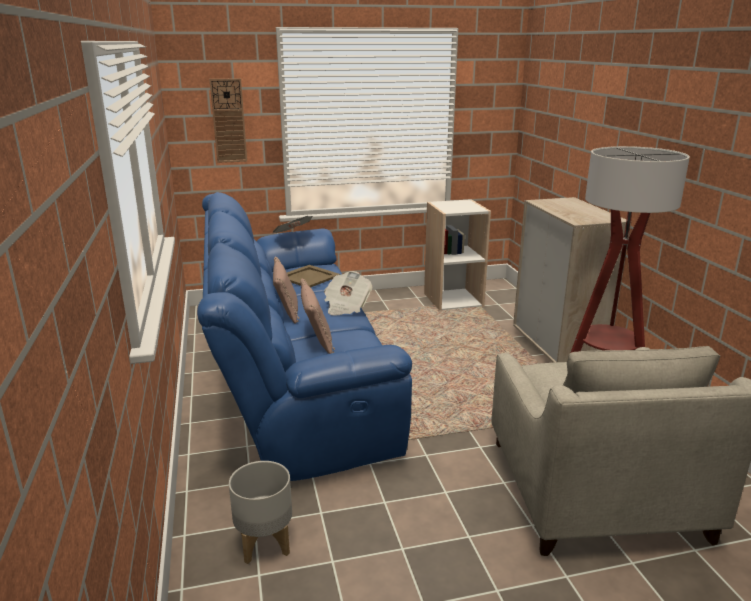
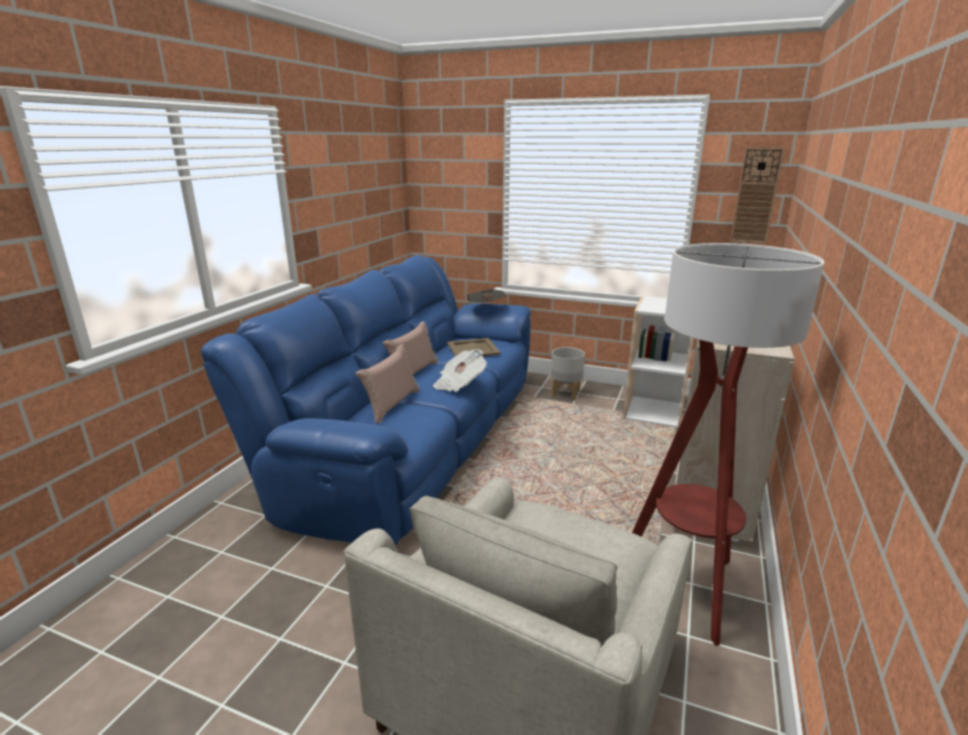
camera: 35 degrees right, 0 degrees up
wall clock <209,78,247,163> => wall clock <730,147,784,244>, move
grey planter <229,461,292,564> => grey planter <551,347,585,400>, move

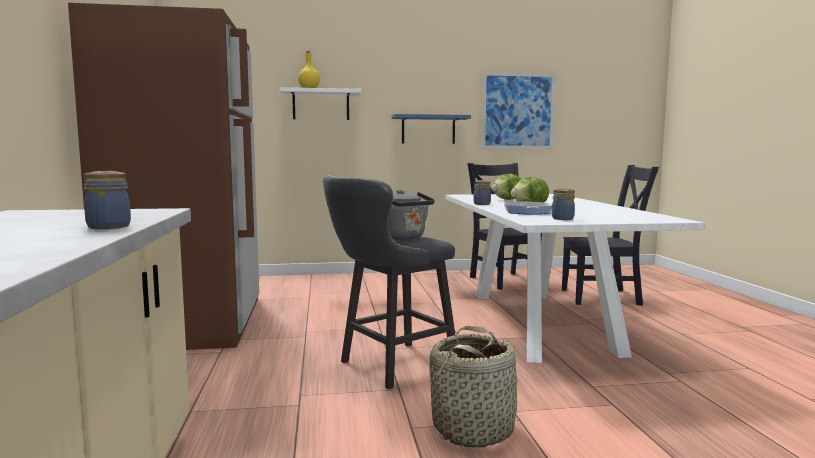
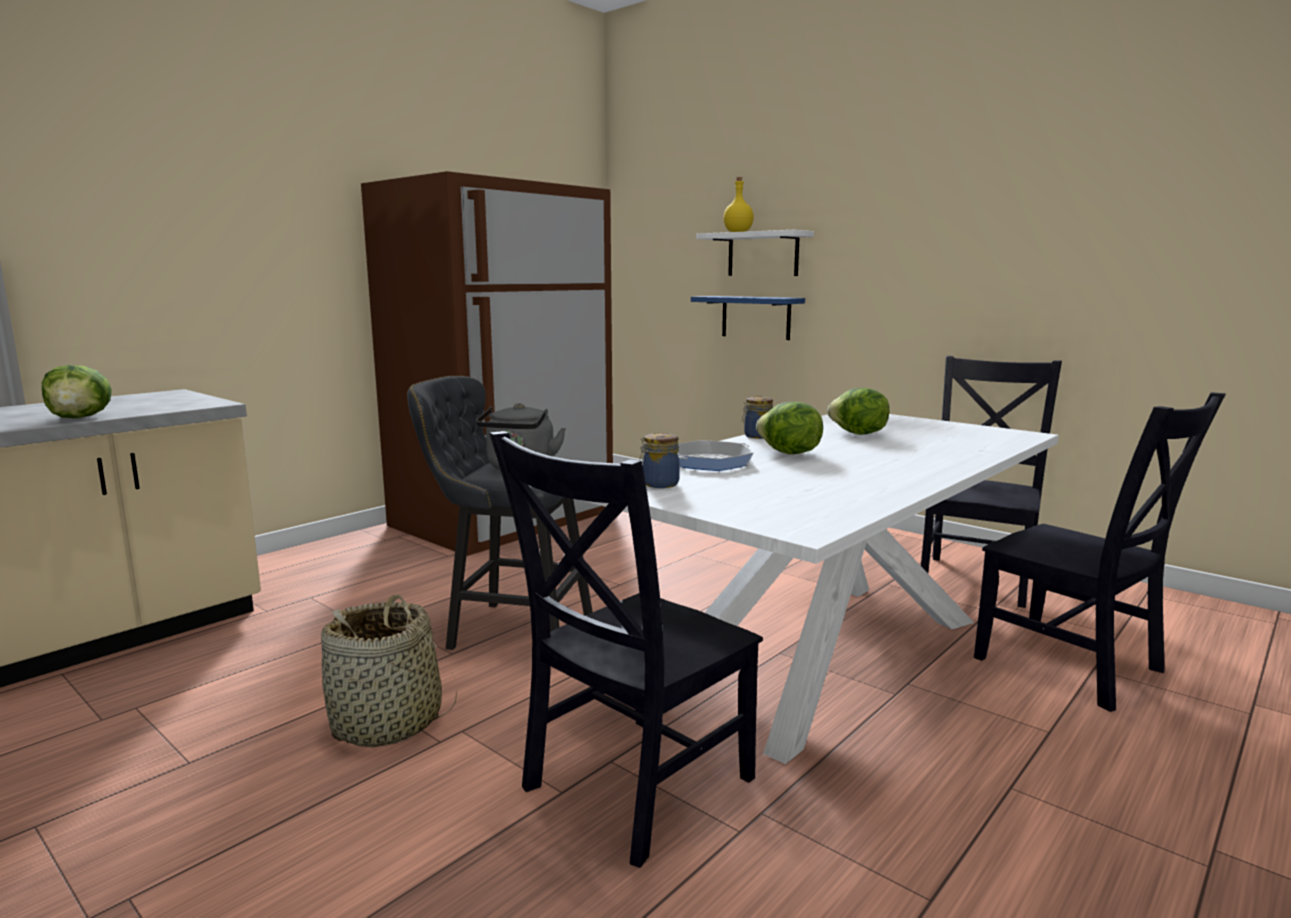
camera: 50 degrees right, 5 degrees up
picture <482,72,555,149> => nothing
blue shelf <392,114,471,144> => blue shelf <691,296,805,340>, move
jar <84,171,131,229> => lettuce <42,365,112,418>
nothing => black chair <489,431,763,868>

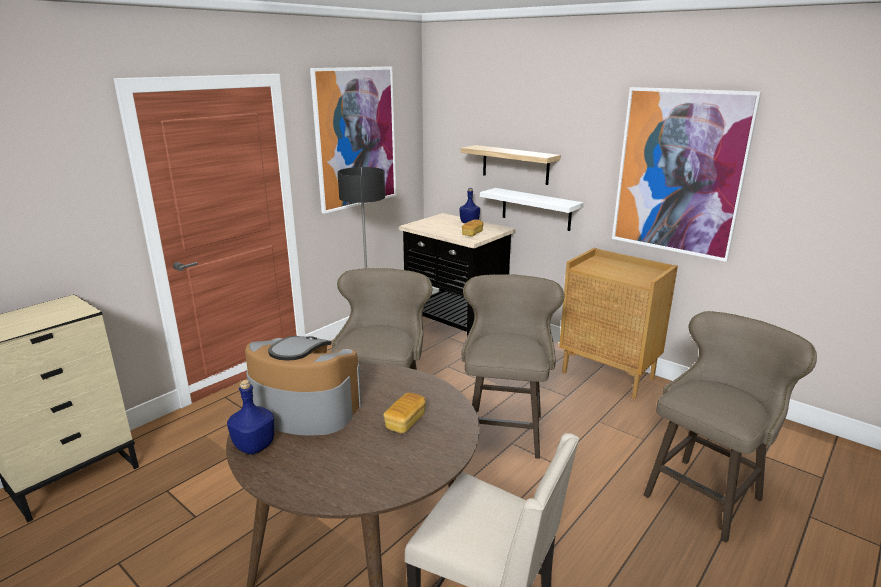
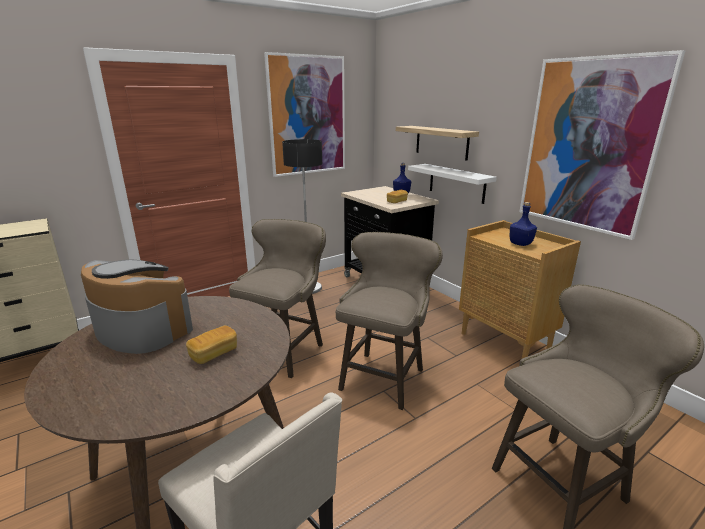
camera: 15 degrees right, 0 degrees up
blue bottle <227,380,274,454> => blue bottle <510,202,537,246>, move

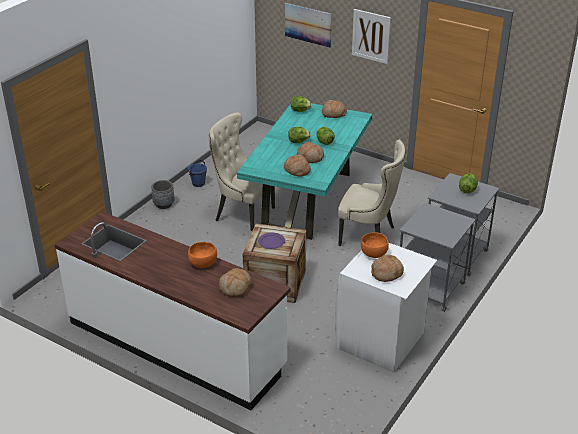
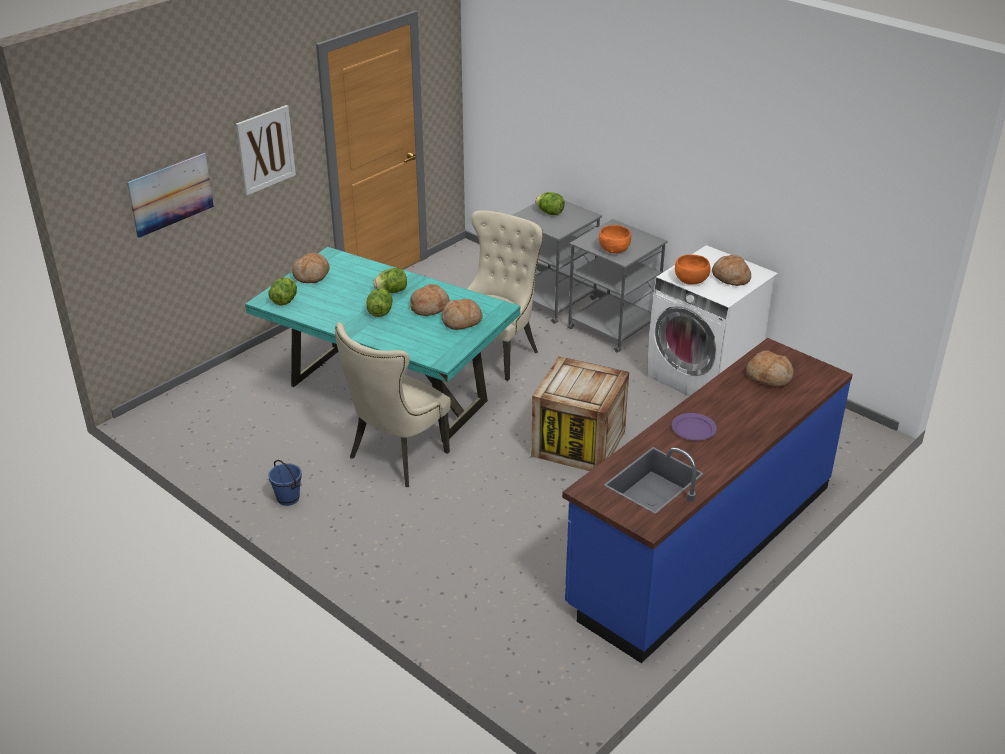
camera: 80 degrees left, 0 degrees up
grey planter <151,180,175,209> => nothing
white counter <55,211,291,410> => blue counter <562,338,853,663>
purple plate <258,233,285,249> => purple plate <672,413,717,440>, move
orange bowl <188,242,217,268> => orange bowl <599,225,631,253>, move

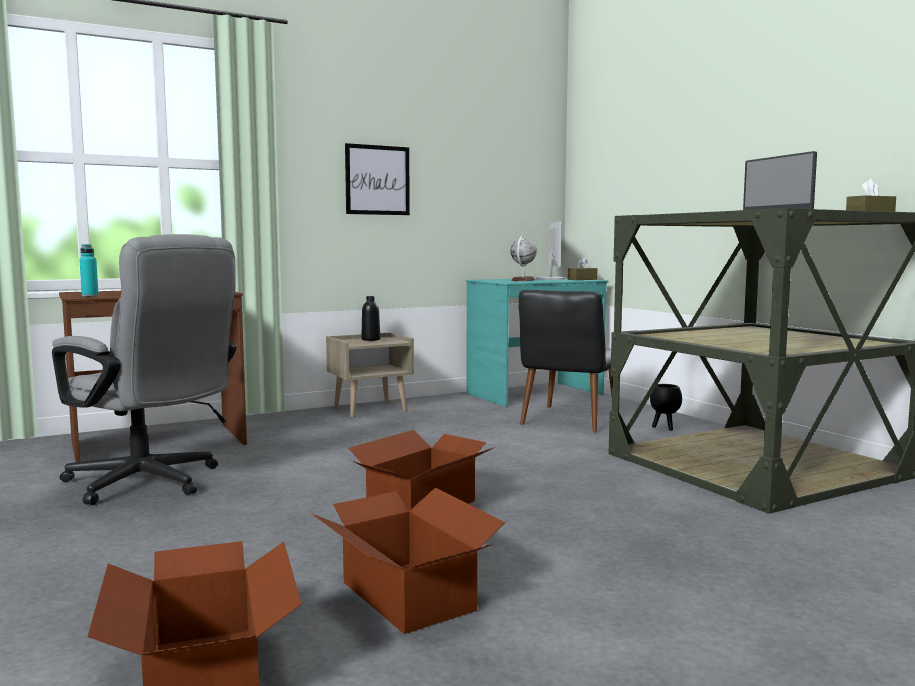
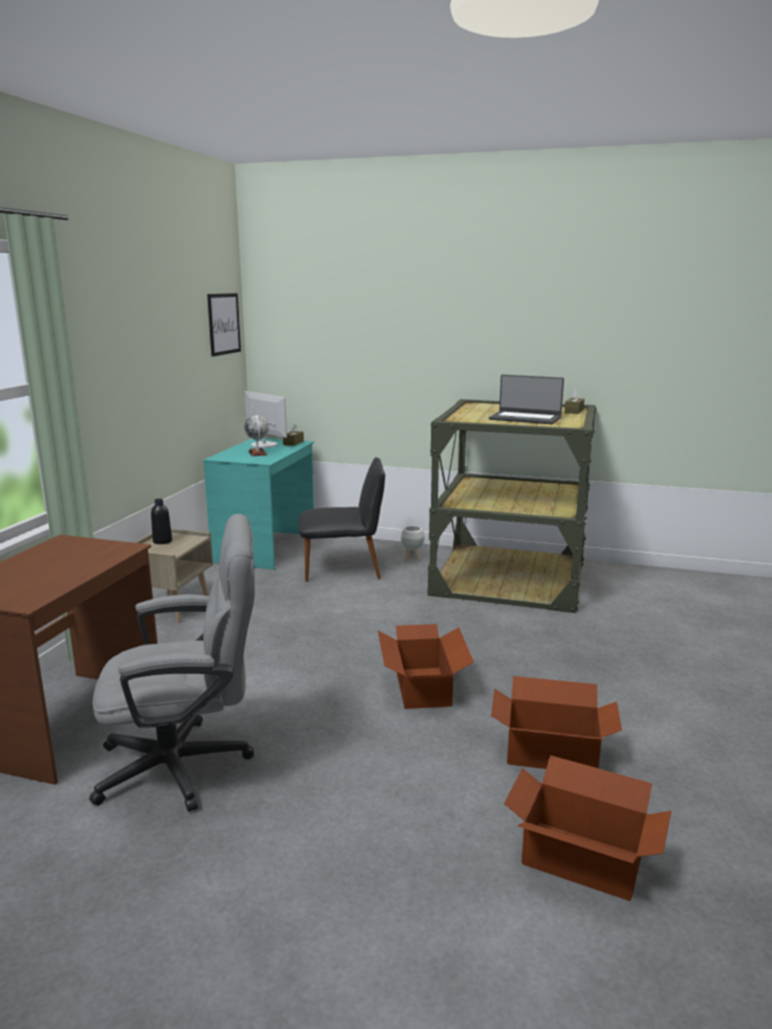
camera: 45 degrees left, 10 degrees up
picture <345,143,410,215> => picture <207,293,241,357>, move
turquoise bottle <79,244,99,297> => nothing
black chair <519,290,613,433> => black chair <298,457,385,582>, 75 degrees counterclockwise
black planter <650,384,682,431> => white planter <401,526,424,561>

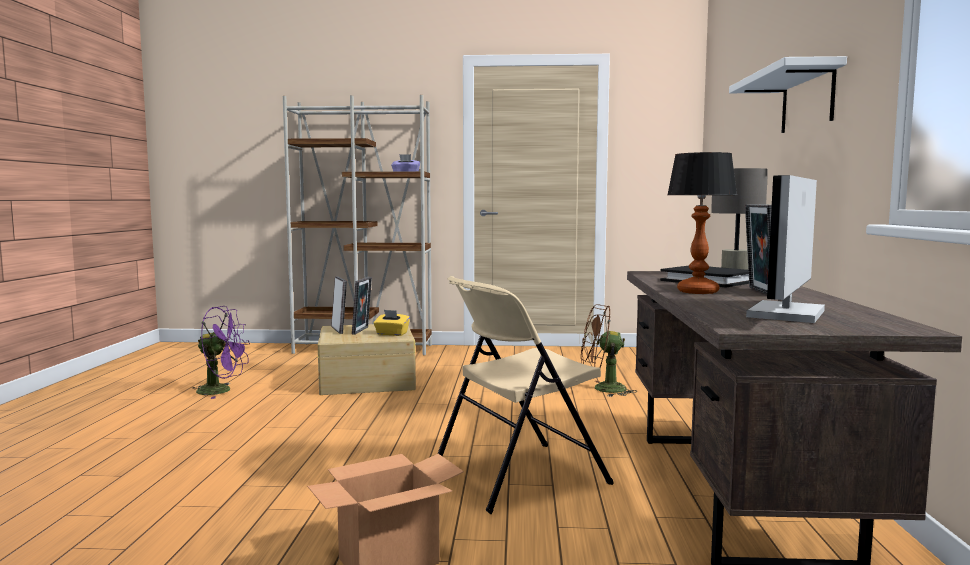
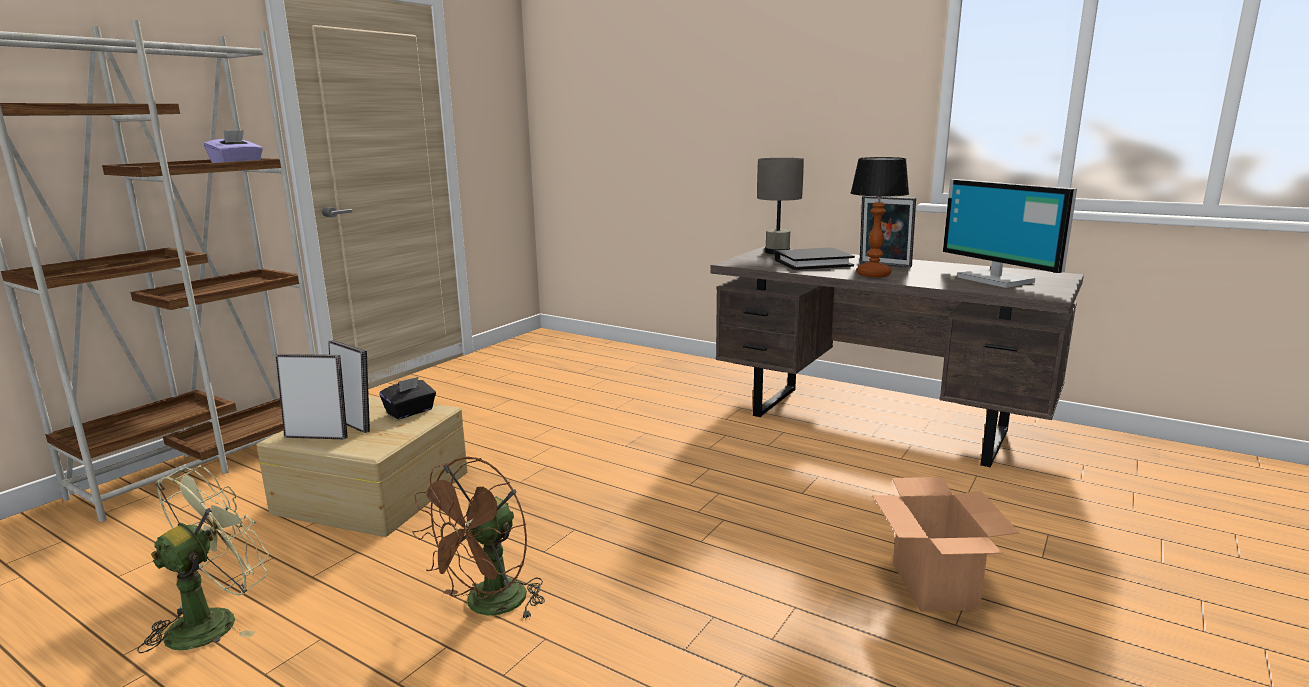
camera: 60 degrees left, 10 degrees up
white shelf <729,56,847,133> => nothing
beige chair <438,276,613,514> => nothing
brown fan <581,304,636,397> => brown fan <412,457,545,620>, move
purple fan <192,306,250,399> => green fan <137,466,269,653>
yellow tissue box <374,310,410,336> => black tissue box <380,377,436,419>

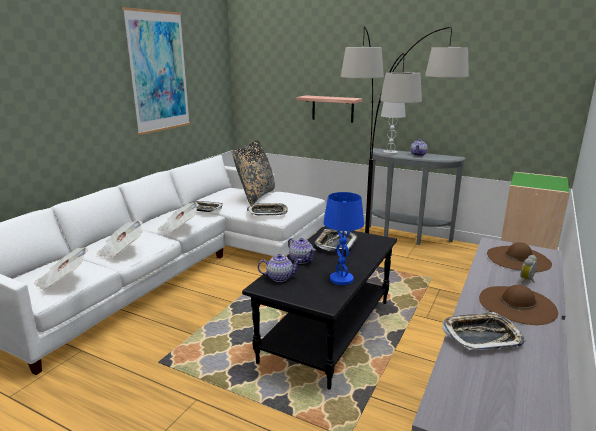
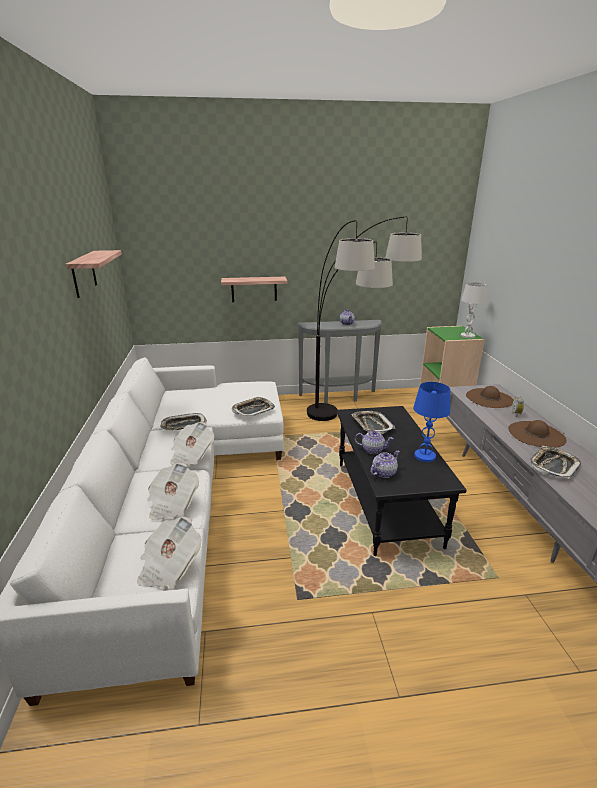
camera: 35 degrees left, 5 degrees up
picture <122,7,190,135> => shelf <65,250,122,298>
white table lamp <381,102,406,155> => white table lamp <460,282,487,338>, move
grey pillow <232,140,275,205> => nothing

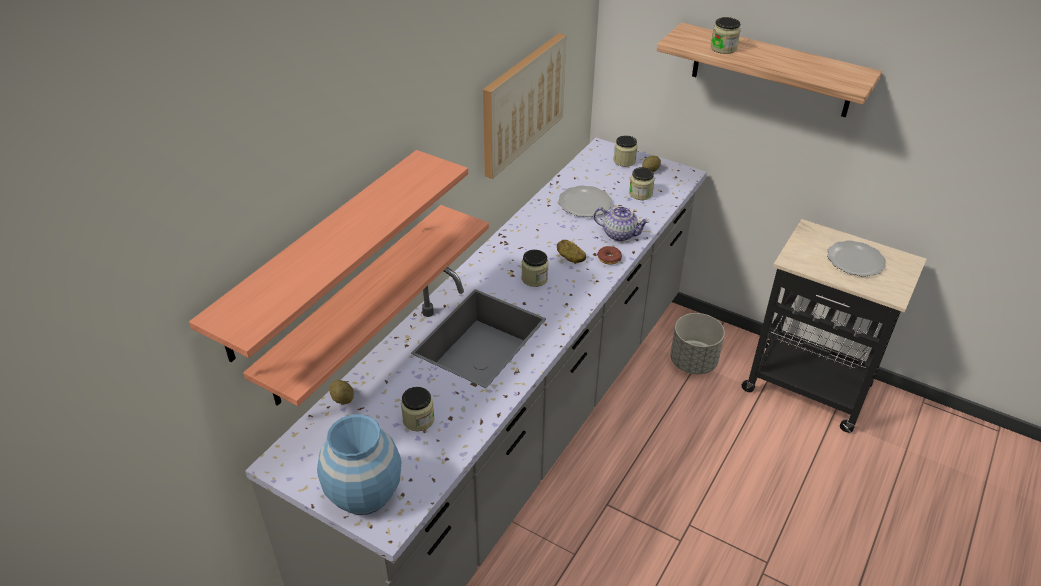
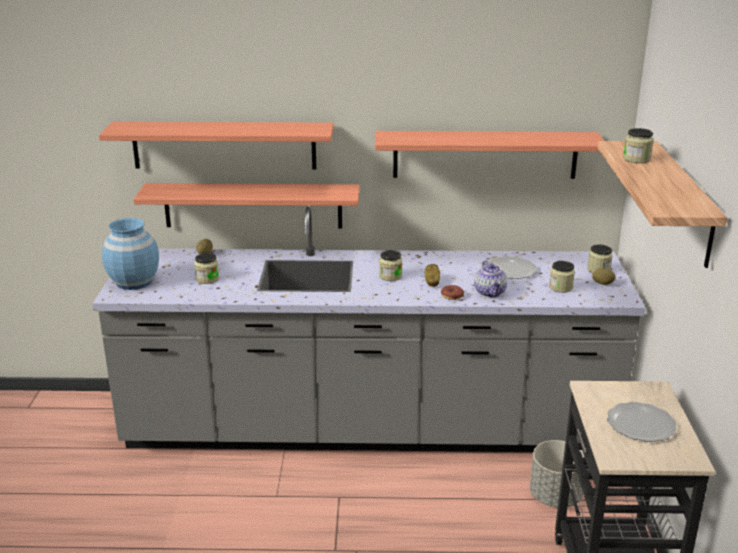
camera: 60 degrees right, 15 degrees down
picture <483,33,566,179> => shelf <375,131,604,179>

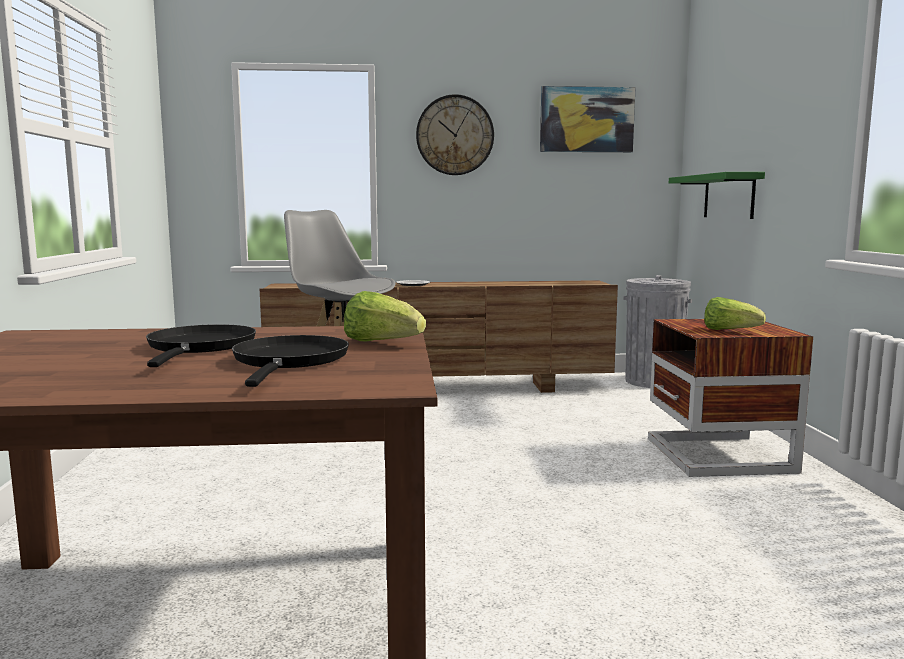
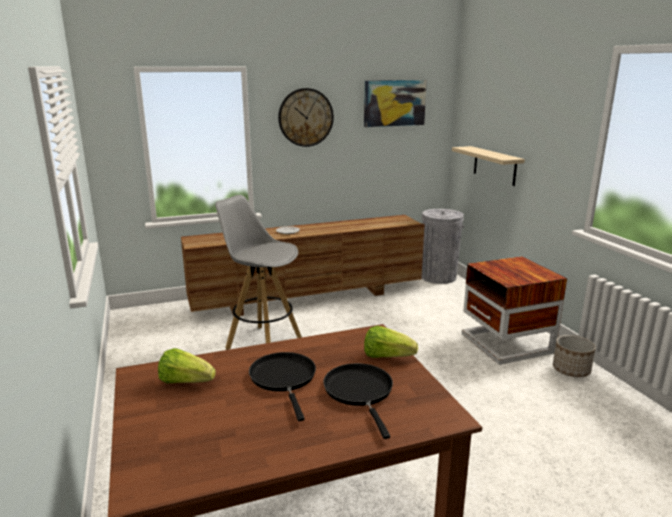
camera: 15 degrees left, 10 degrees up
green shelf <669,172,765,219> => beige shelf <452,146,525,186>
lettuce <704,297,766,330> => lettuce <158,348,216,383>, move
nothing => planter <553,335,596,377>

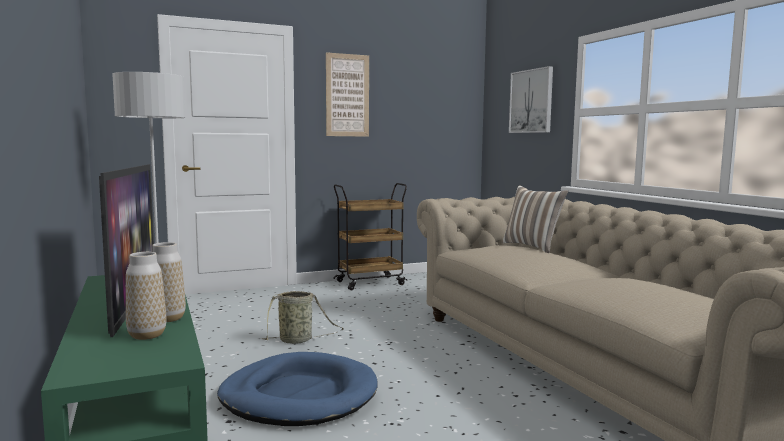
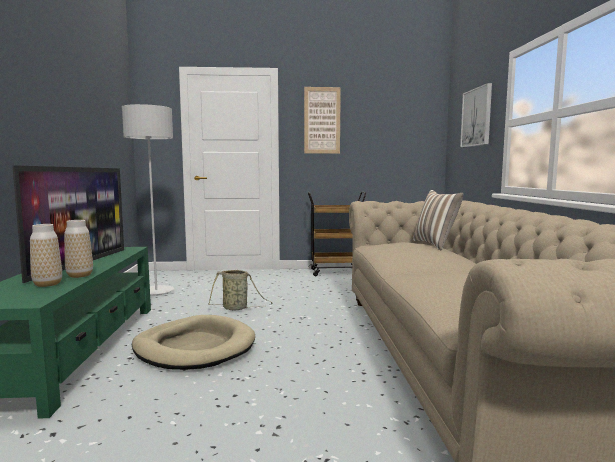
camera: 20 degrees right, 0 degrees up
blue dog bed <217,352,377,426> => beige dog bed <132,315,255,370>

